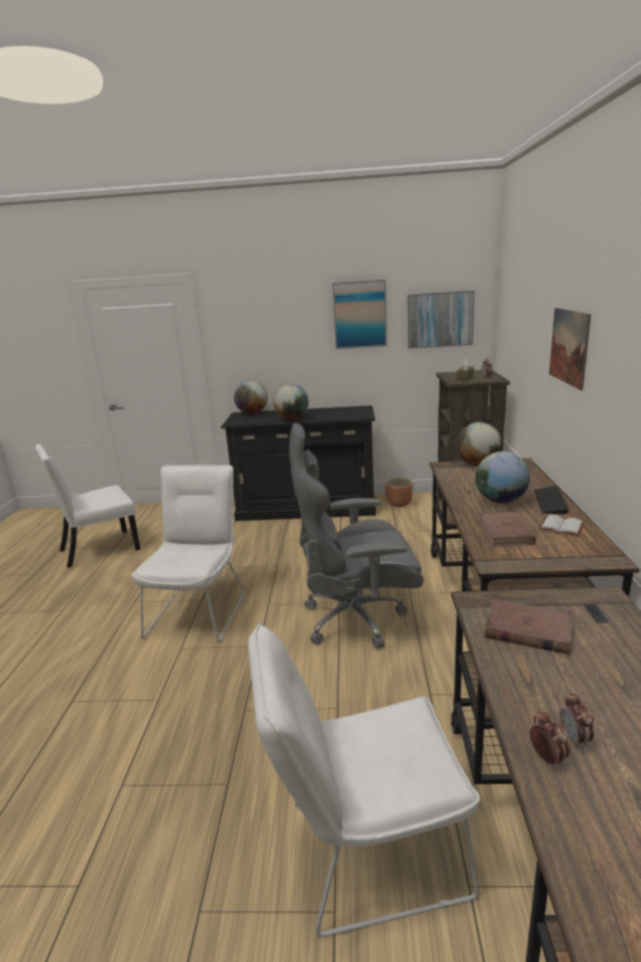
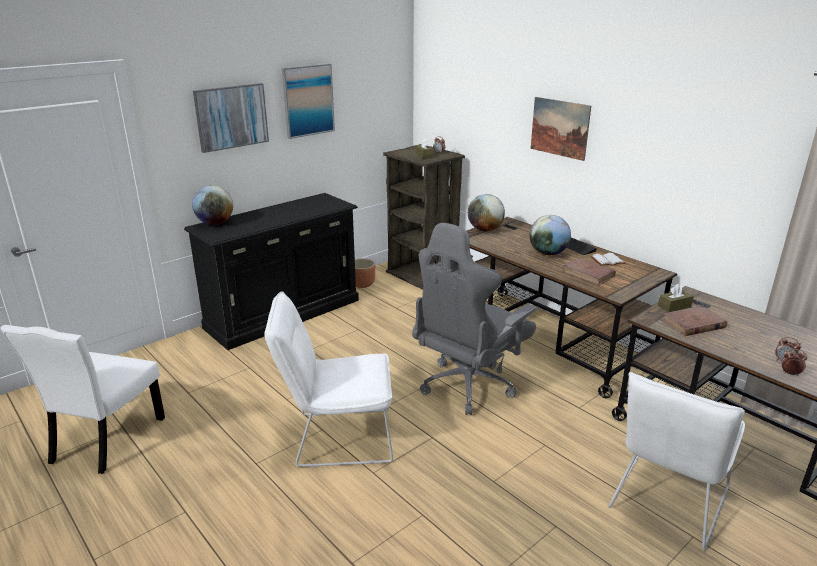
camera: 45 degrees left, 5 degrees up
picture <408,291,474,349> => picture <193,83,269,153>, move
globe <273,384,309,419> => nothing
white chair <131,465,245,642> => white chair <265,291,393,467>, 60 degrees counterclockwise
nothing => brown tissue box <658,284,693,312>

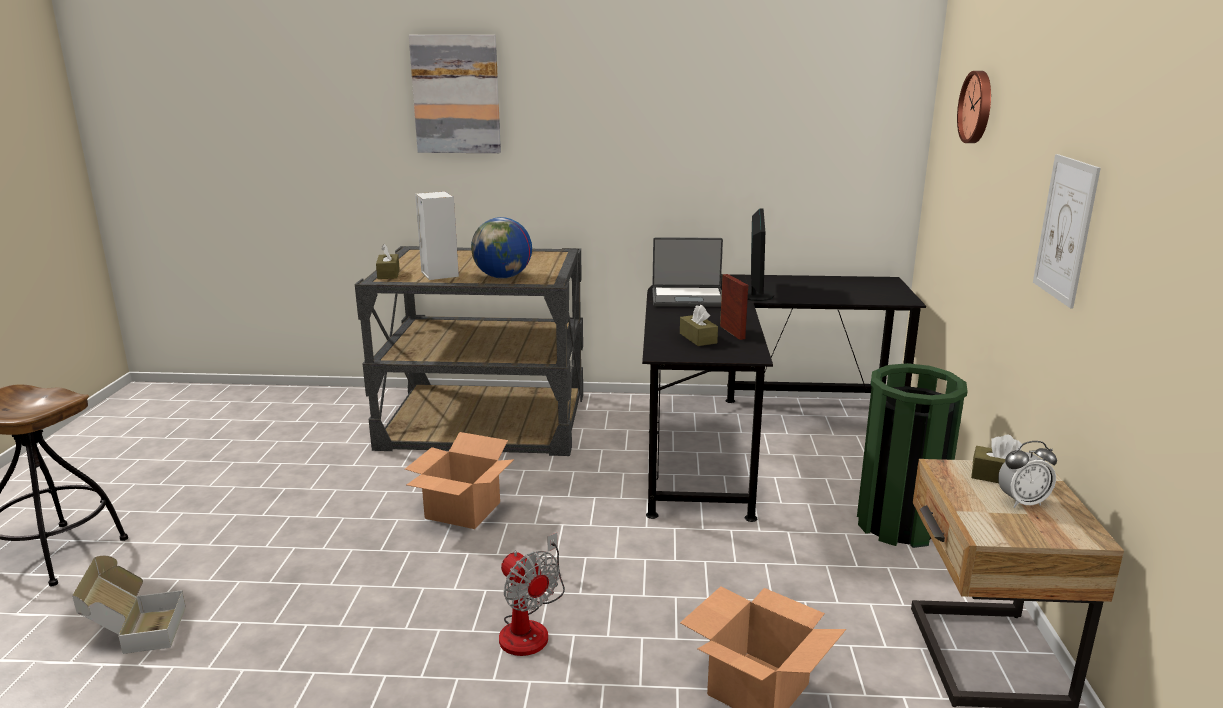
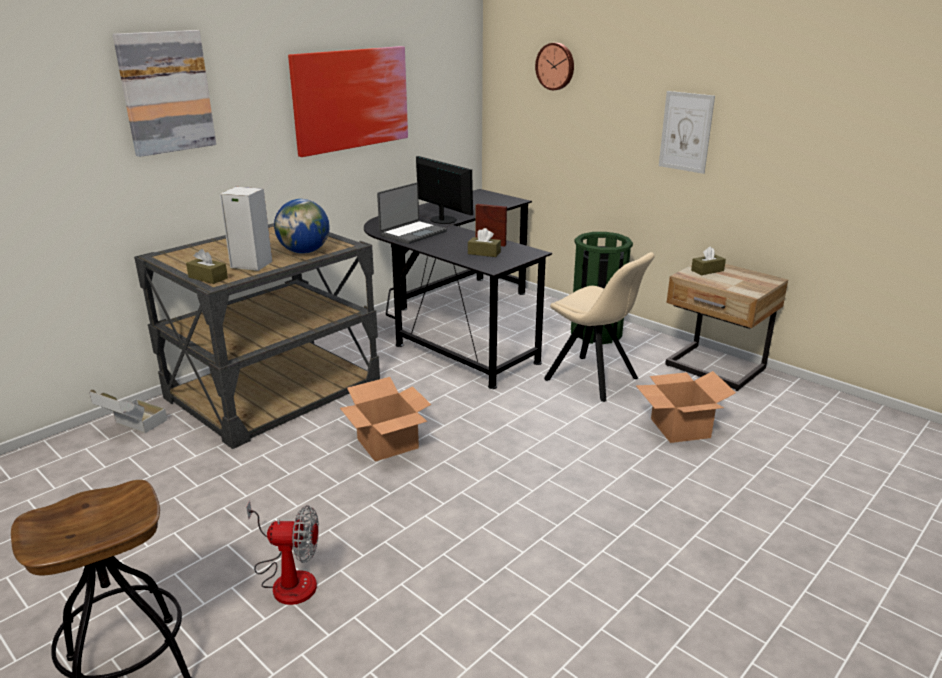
camera: 50 degrees left, 5 degrees up
alarm clock <998,441,1057,508> => nothing
fan <499,533,565,656> => fan <246,501,319,605>, move
cardboard box <72,556,186,654> => cardboard box <89,390,167,433>, move
nothing => picture <288,46,408,157>
nothing => beige chair <544,252,655,402>

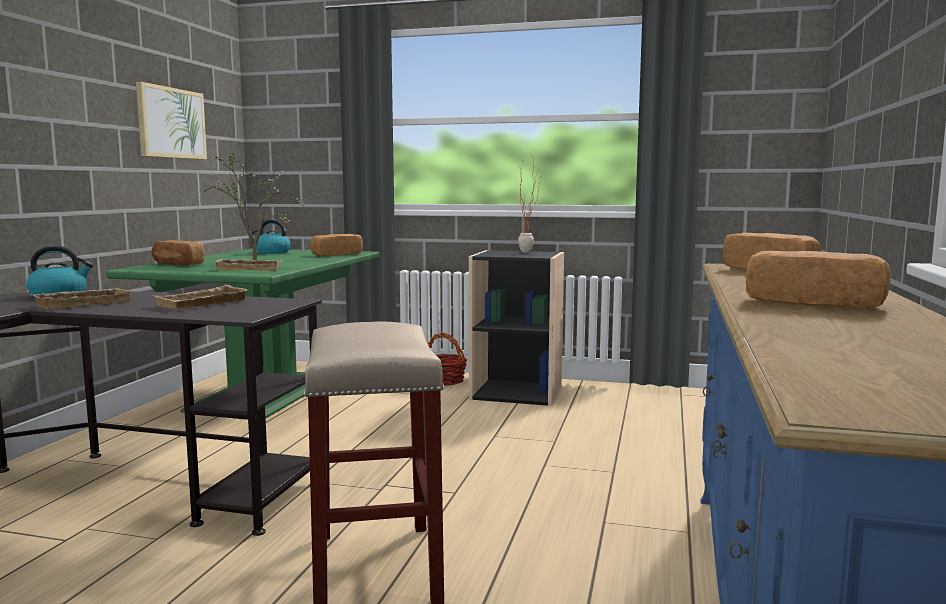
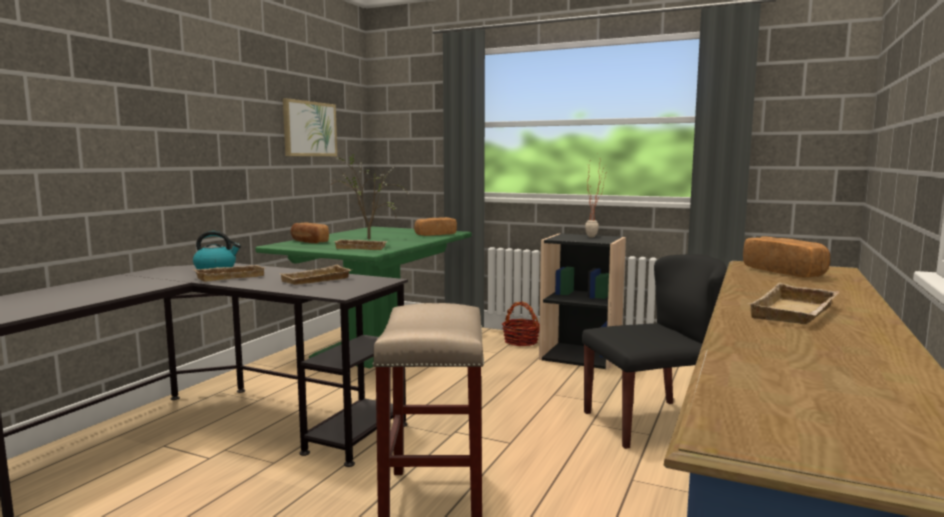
camera: 10 degrees right, 0 degrees up
kettle <252,220,291,254> => nothing
bread <746,251,891,309> => beige tray <748,283,839,324>
nothing => black chair <582,254,727,449>

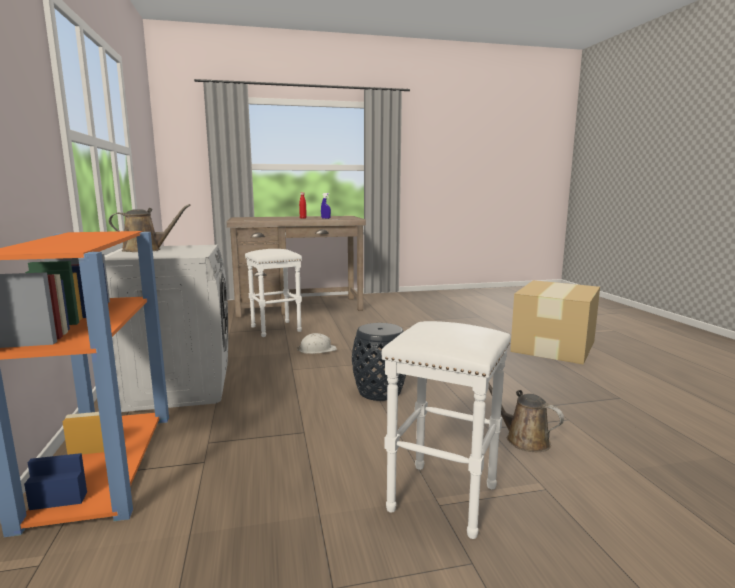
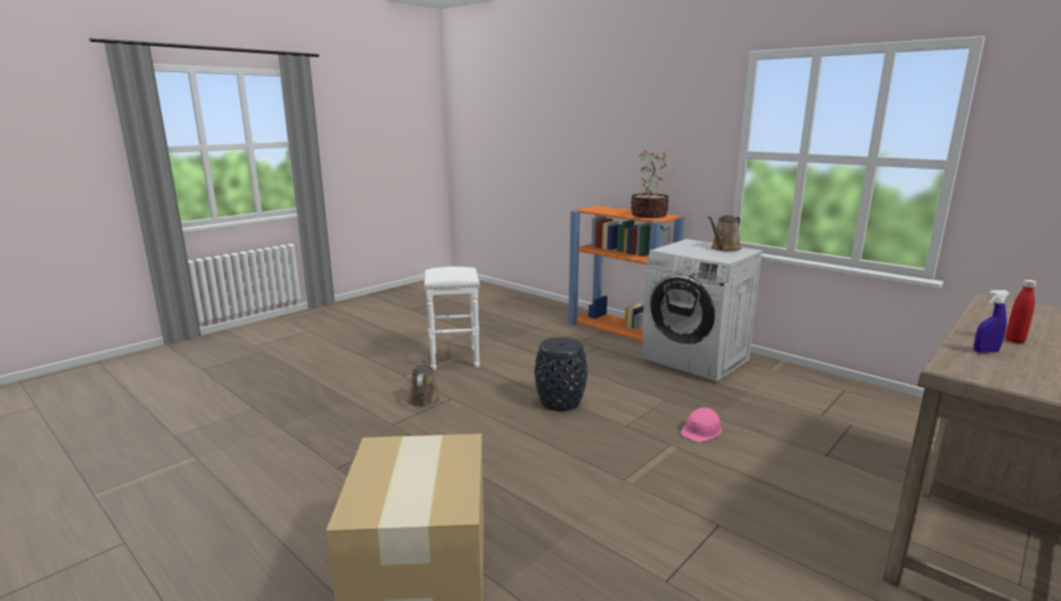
camera: 145 degrees right, 5 degrees up
white stool <245,249,302,337> => nothing
white hard hat <297,333,337,354> => pink hard hat <681,407,722,442>
brown watering can <488,383,564,452> => brown watering can <408,345,440,407>, 105 degrees counterclockwise
nothing => potted plant <631,151,669,218>

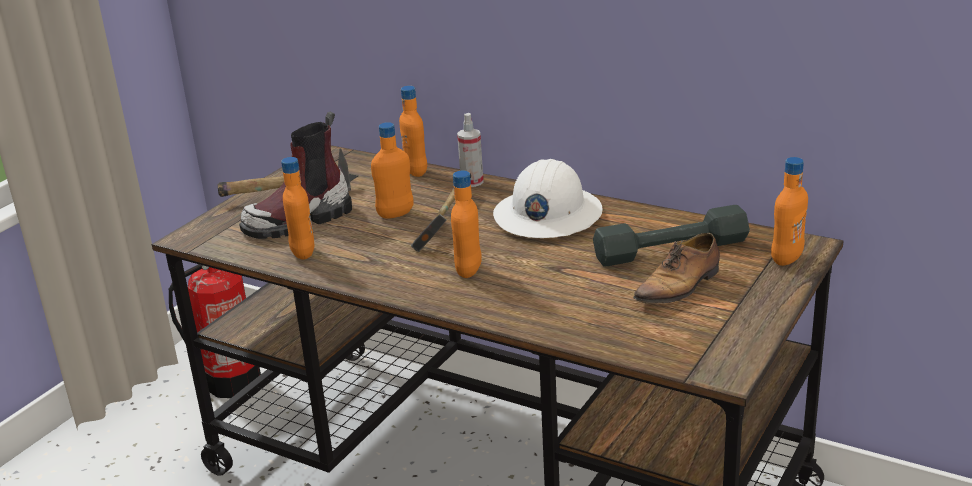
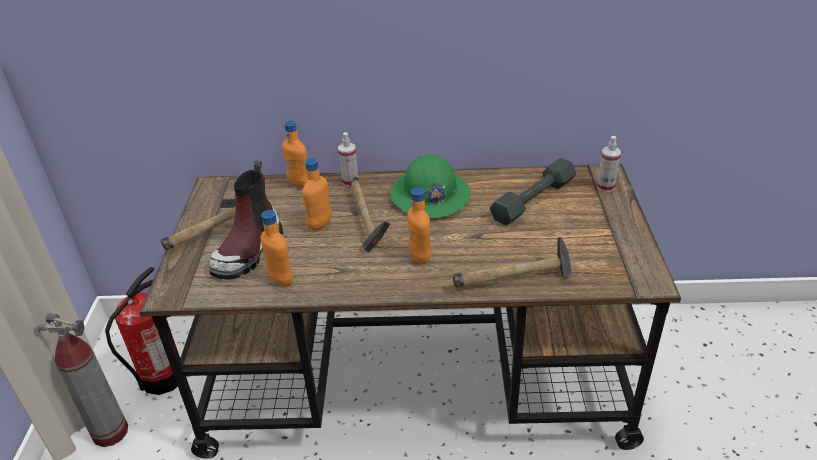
camera: 30 degrees left, 10 degrees up
orange bottle <771,157,808,266> => spray bottle <597,136,621,192>
white hard hat <493,159,602,238> => green hard hat <390,155,470,218>
shoe <633,233,720,304> => nothing
nothing => hammer <453,237,572,287>
nothing => fire extinguisher <35,313,128,447>

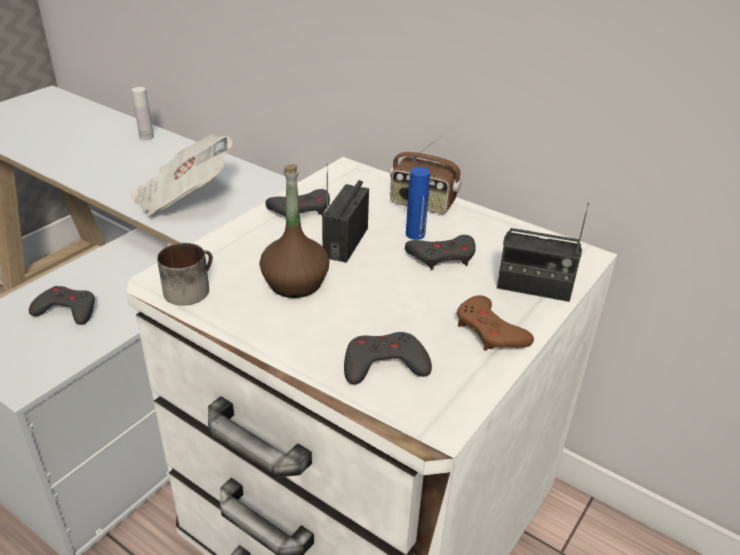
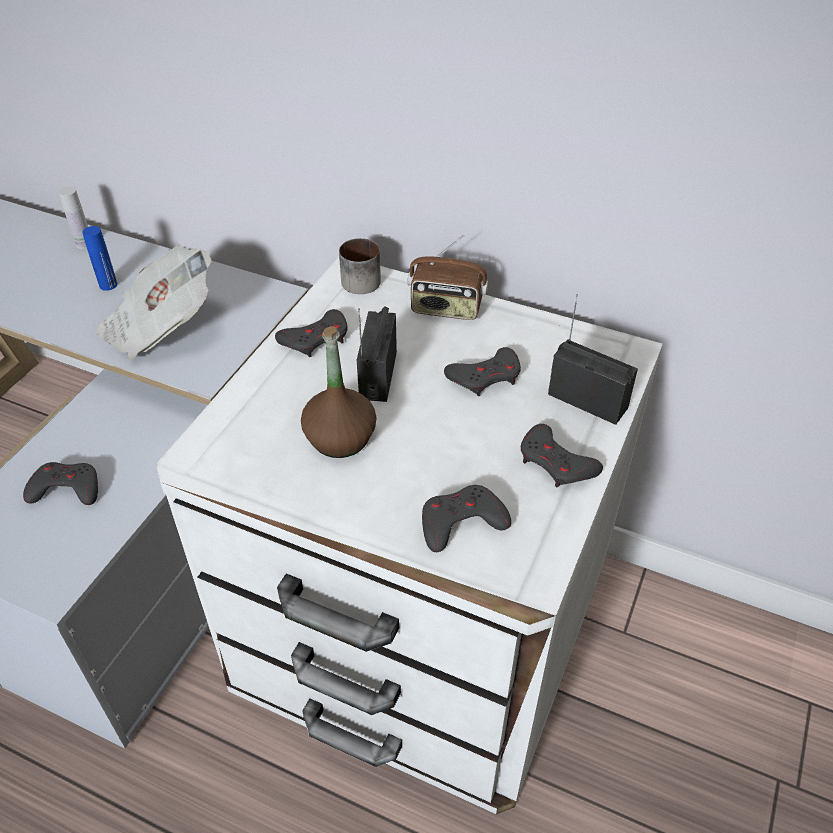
camera: 10 degrees left, 10 degrees up
blue bottle <406,167,430,240> => blue bottle <82,226,118,291>, move
radio <497,203,589,302> => radio <548,294,638,425>, 150 degrees counterclockwise
mug <157,243,213,306> => mug <339,238,381,294>, move
brown game controller <457,295,534,351> => grey game controller <521,424,603,488>

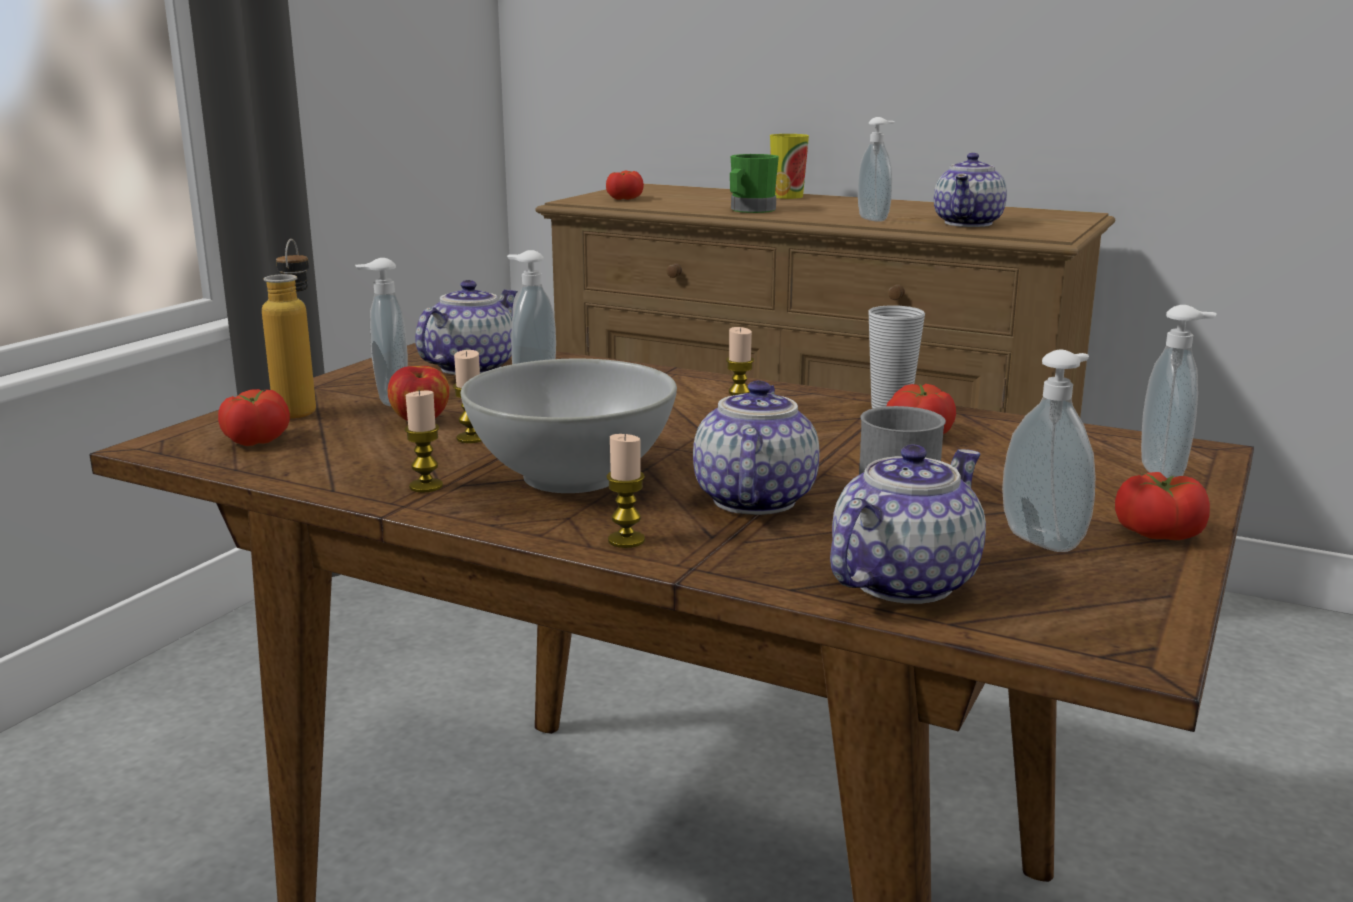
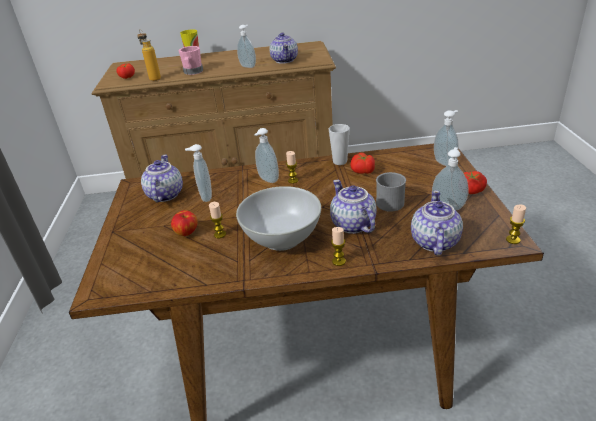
camera: 30 degrees left, 15 degrees up
green mug <730,154,779,213> => pink mug <179,46,203,75>
bottle <262,239,316,419> => bottle <137,29,161,81>, move
soap dispenser <355,258,408,406> => soap dispenser <254,128,279,183>, move
tomato <218,389,290,446> => nothing
candle <405,390,443,493> => candle <506,204,526,244>, move

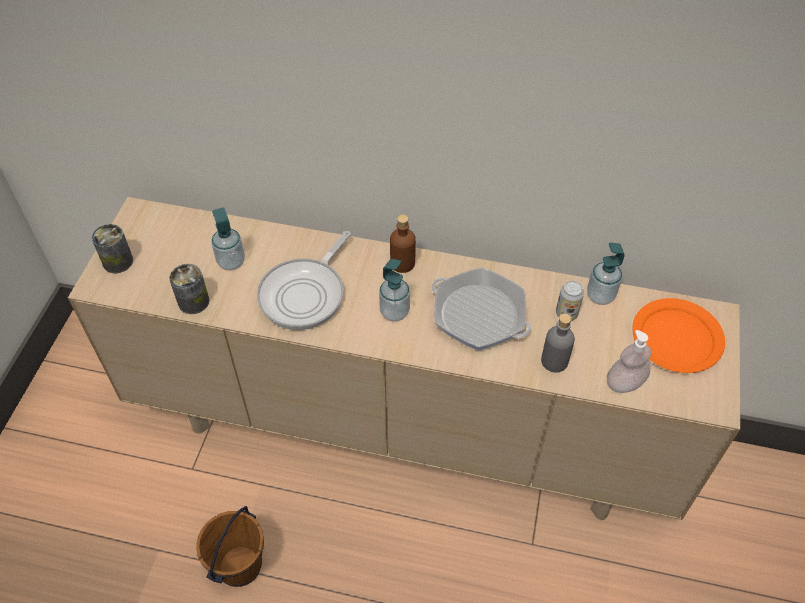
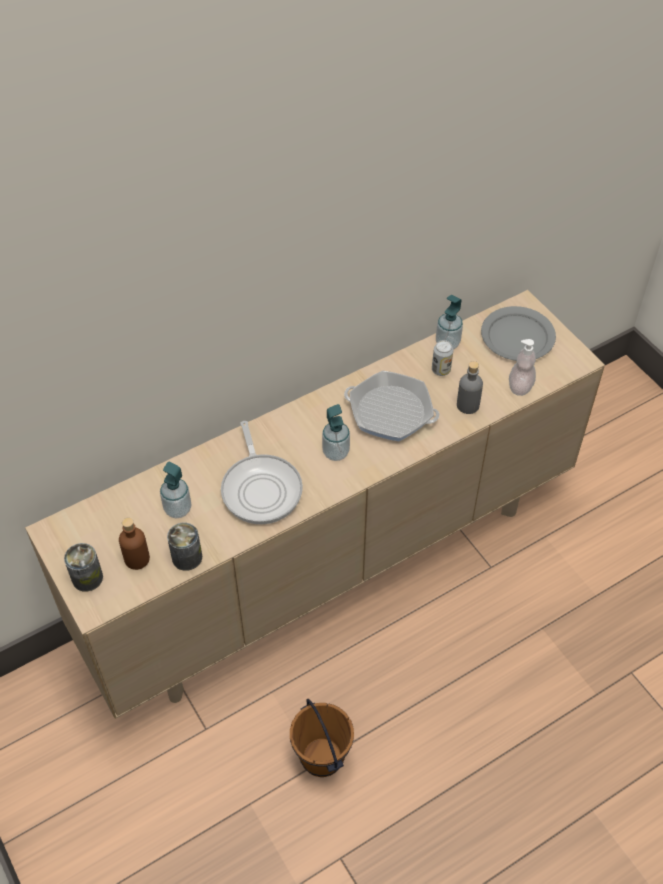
camera: 45 degrees left, 0 degrees up
brown bottle <390,214,416,273> => brown bottle <119,517,150,570>, move
frying pan <431,267,531,350> => frying pan <344,371,439,441>, 150 degrees counterclockwise
orange plate <632,298,725,373> => grey plate <481,306,556,361>

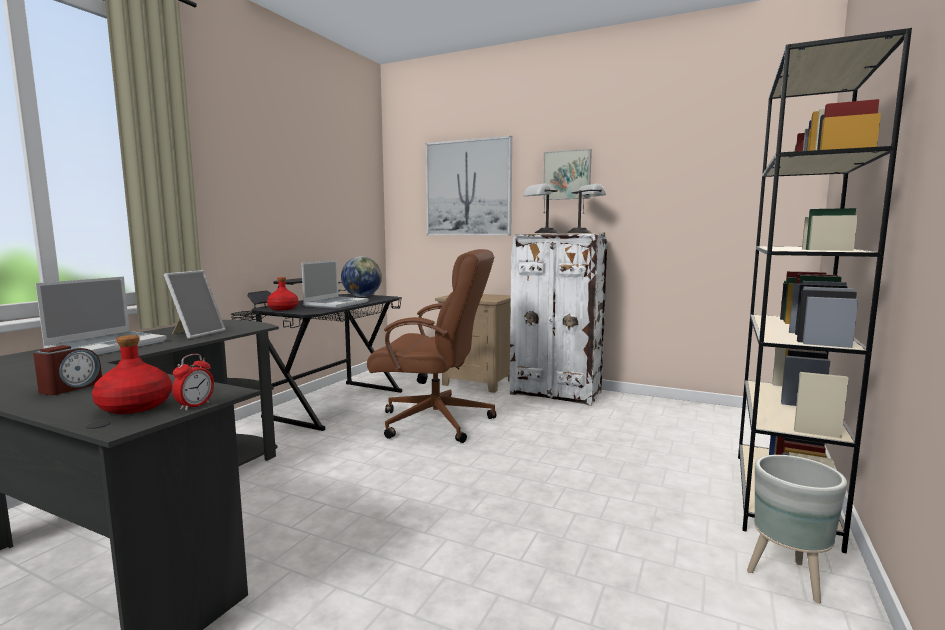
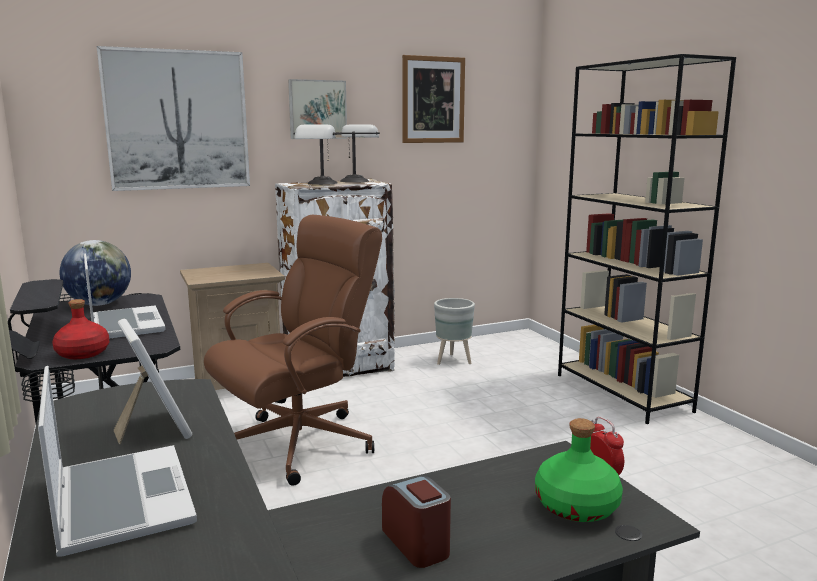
camera: 50 degrees left, 5 degrees up
red bottle <92,335,172,414> => green bottle <535,418,623,522>
grey planter <747,455,847,604> => grey planter <434,298,475,365>, move
nothing => picture <402,55,465,143>

